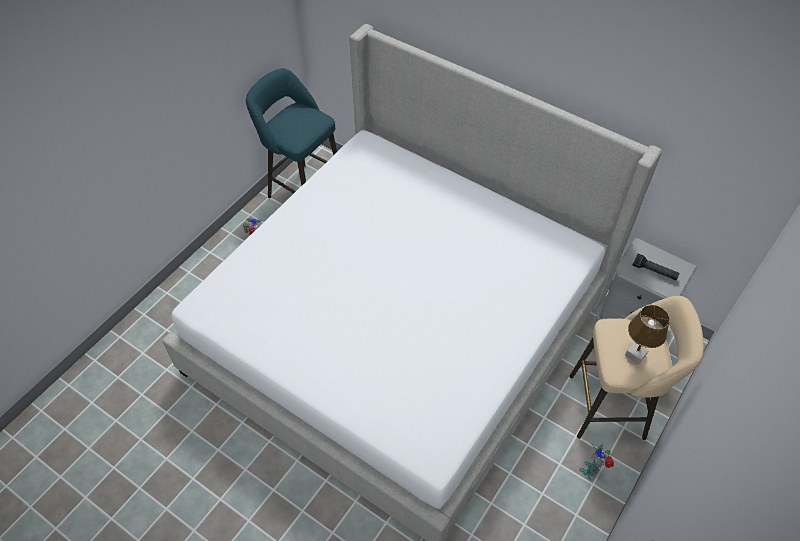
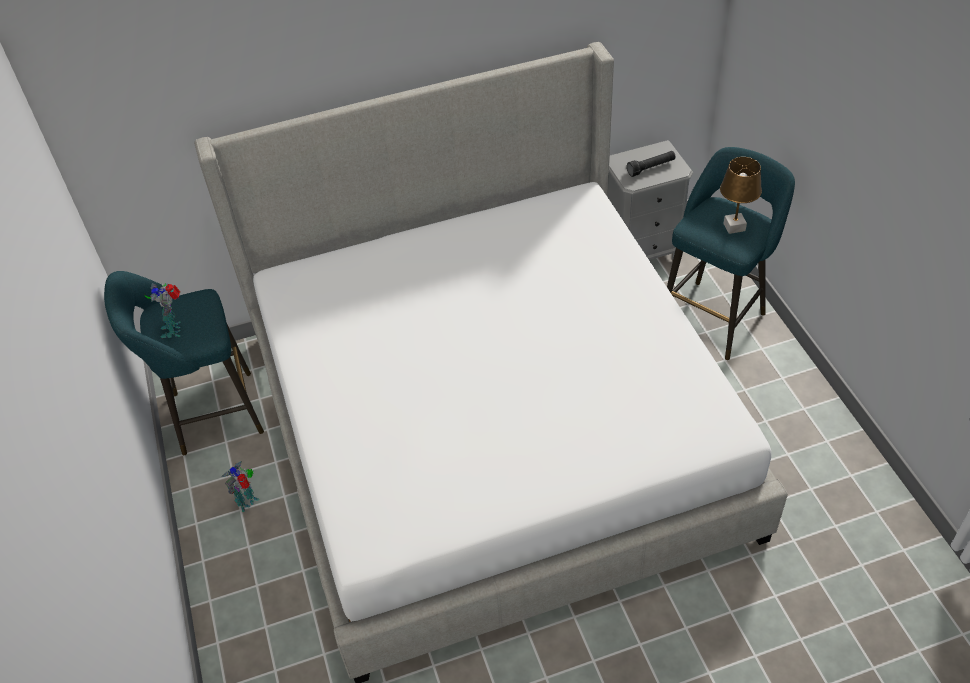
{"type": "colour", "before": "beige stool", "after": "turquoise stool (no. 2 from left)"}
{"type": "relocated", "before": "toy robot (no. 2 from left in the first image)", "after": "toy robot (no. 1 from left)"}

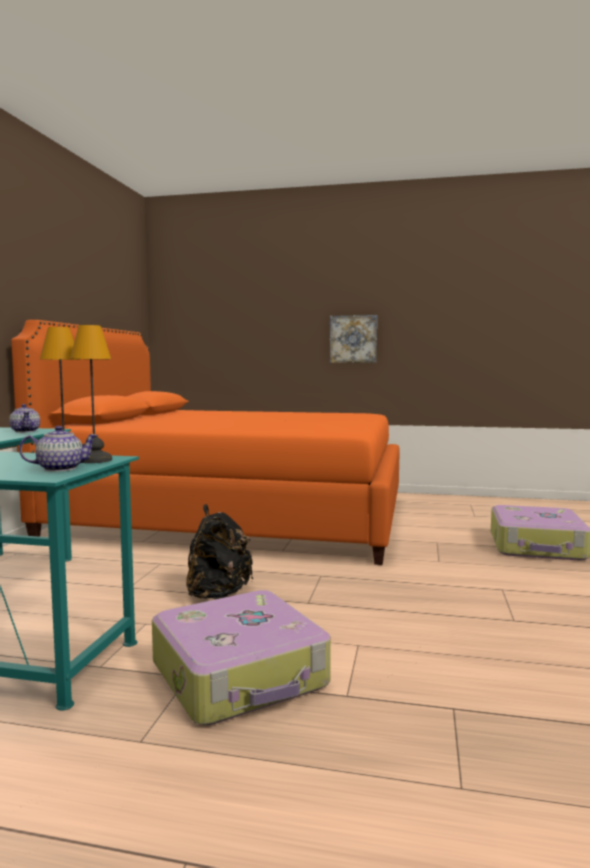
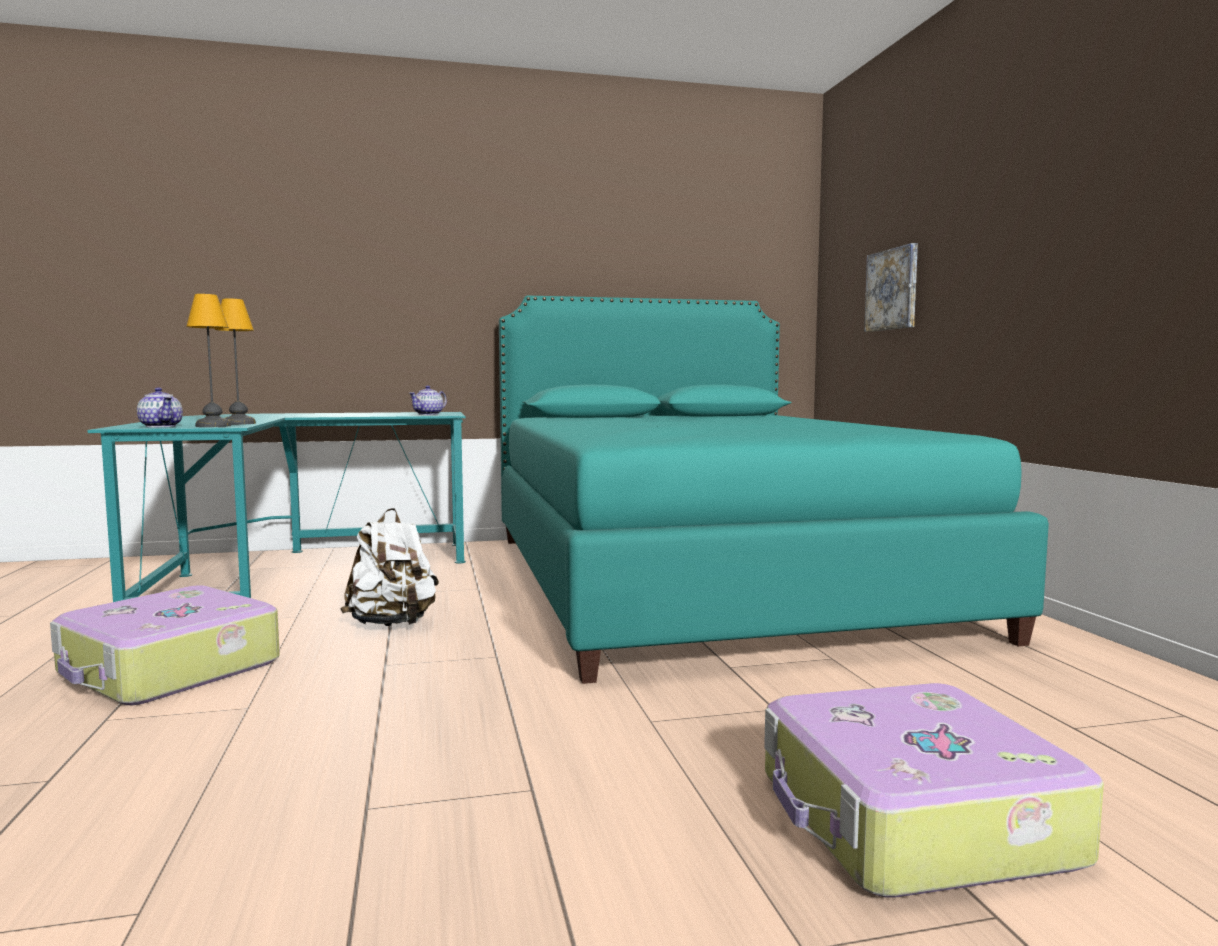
{"type": "relocated", "before": "picture"}
{"type": "colour", "before": "orange bed", "after": "turquoise bed"}
{"type": "colour", "before": "black backpack", "after": "white backpack"}

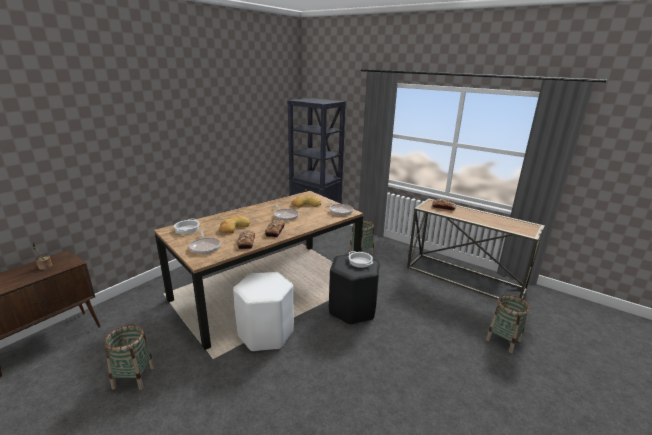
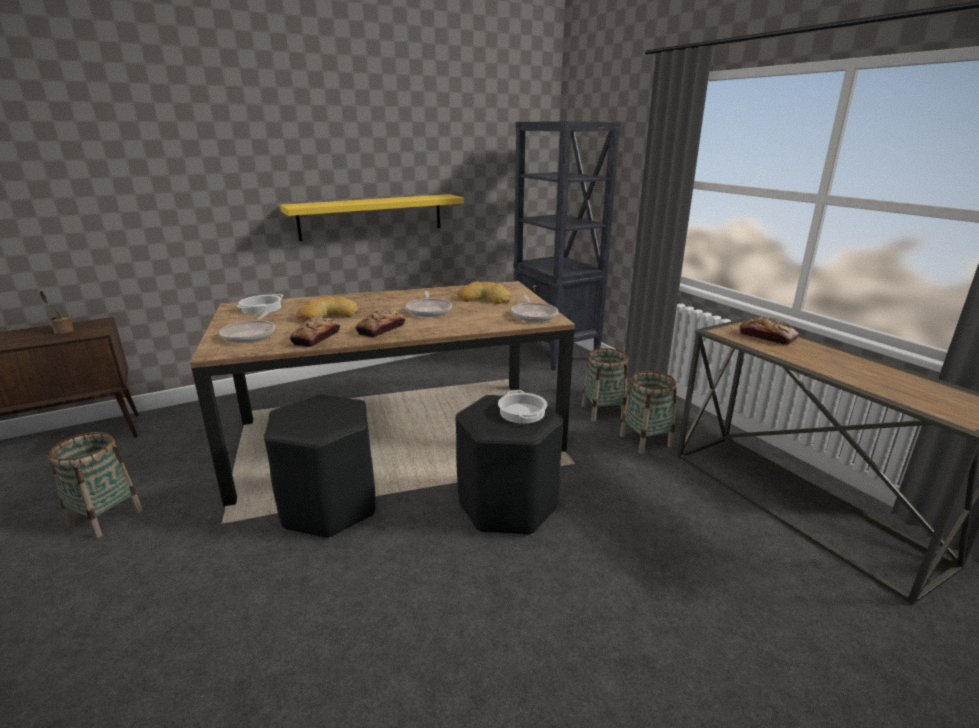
{"type": "colour", "before": "white stool", "after": "black stool (no. 1 from left)"}
{"type": "relocated", "before": "basket (no. 3 from left)"}
{"type": "appeared", "after": "yellow shelf"}

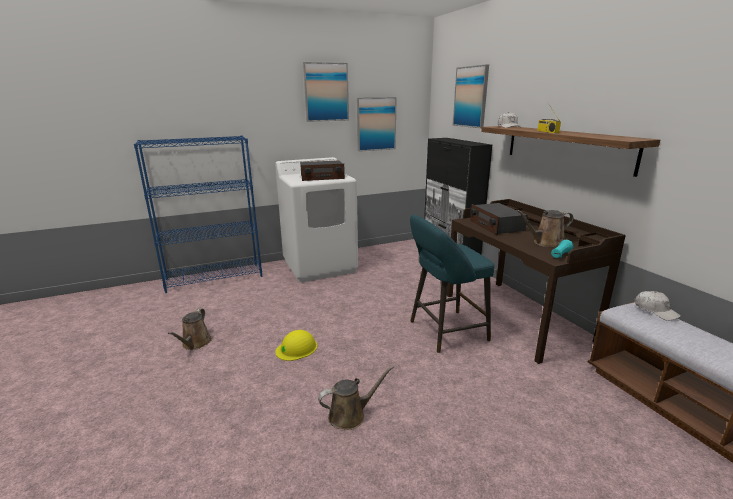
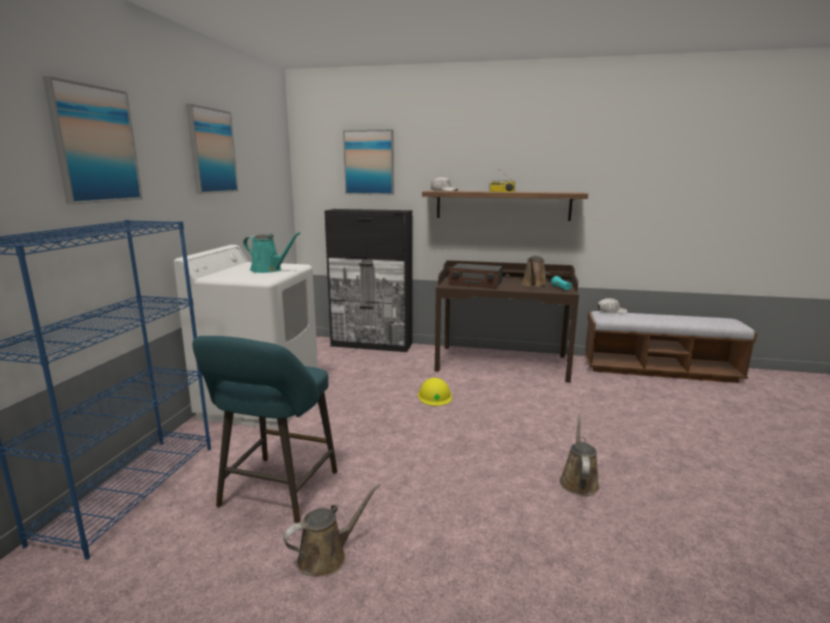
{"type": "relocated", "before": "picture (no. 2 from left in the first image)", "after": "picture (no. 1 from left)"}
{"type": "exchanged", "before": "radio (no. 1 from left)", "after": "turquoise watering can"}
{"type": "relocated", "before": "turquoise stool"}
{"type": "spun", "before": "brown watering can (no. 1 from left)", "turn": -75}
{"type": "relocated", "before": "yellow hard hat"}

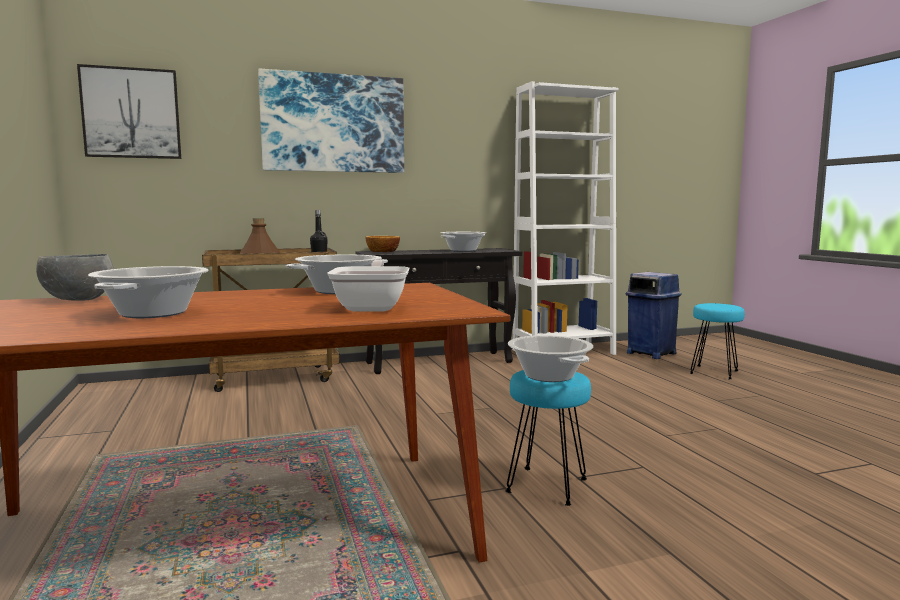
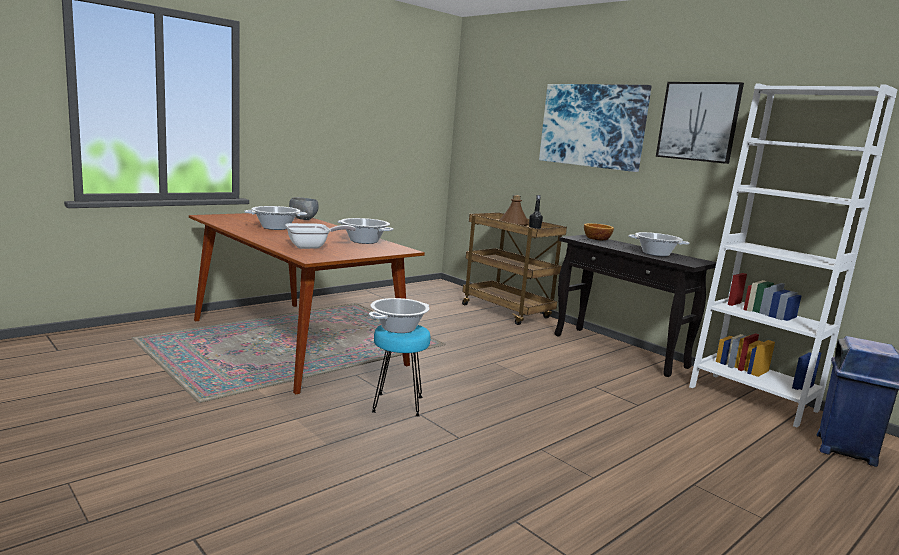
{"type": "relocated", "before": "picture (no. 1 from left in the first image)", "after": "picture (no. 2 from left)"}
{"type": "missing", "before": "turquoise stool (no. 2 from left)"}

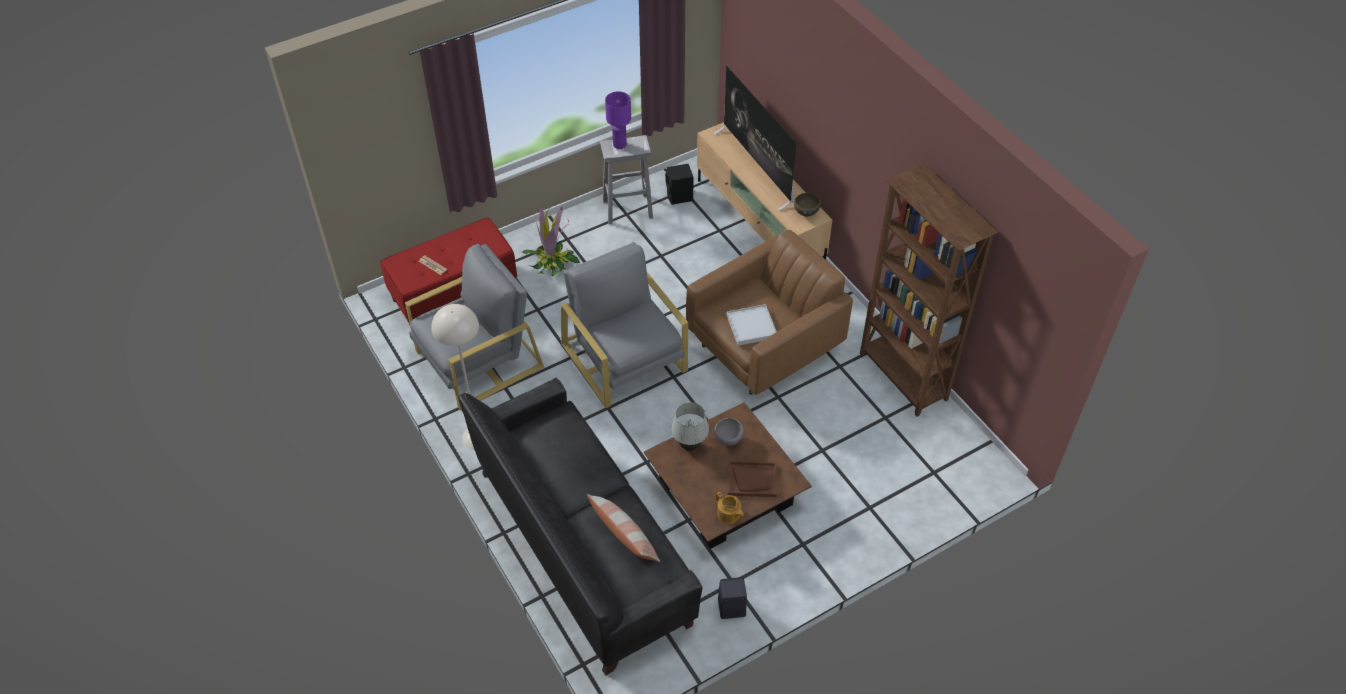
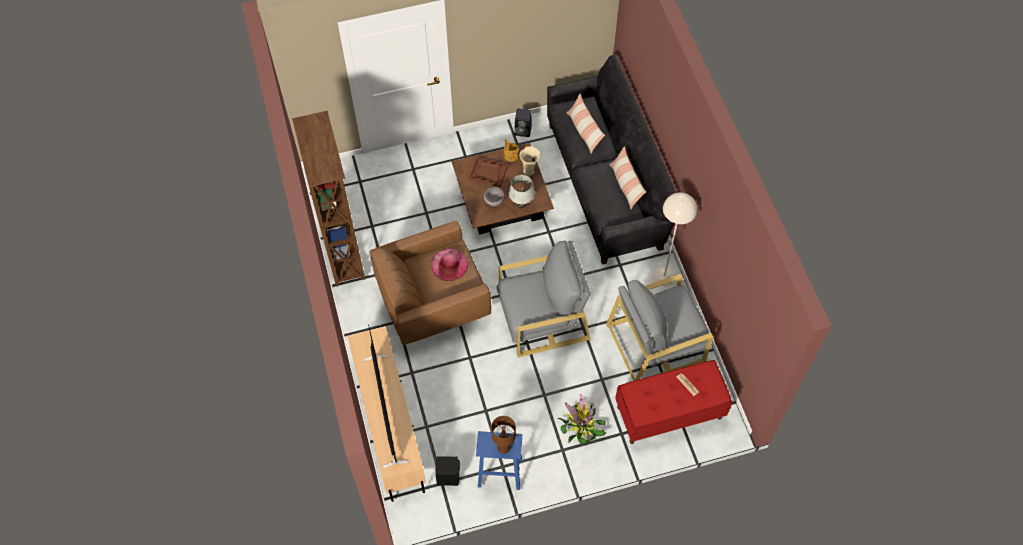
{"type": "colour", "before": "purple table lamp", "after": "brown table lamp"}
{"type": "colour", "before": "white stool", "after": "blue stool"}
{"type": "missing", "before": "brown bowl"}
{"type": "spun", "before": "grey armchair (no. 2 from left in the first image)", "turn": -90}
{"type": "exchanged", "before": "white tray", "after": "pink hat"}
{"type": "appeared", "after": "beige vase"}
{"type": "appeared", "after": "pillow (no. 2 from left)"}

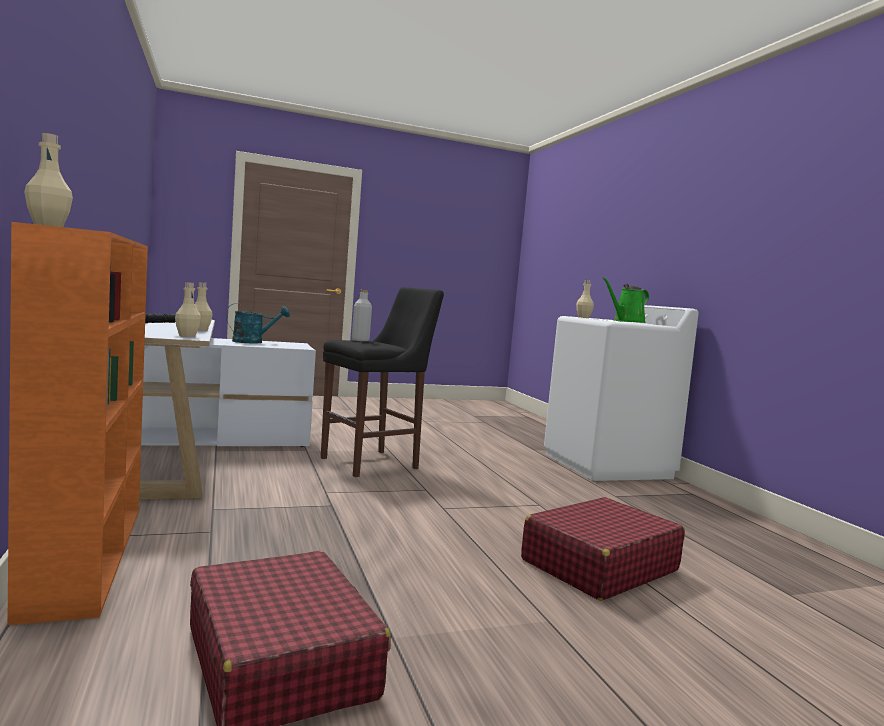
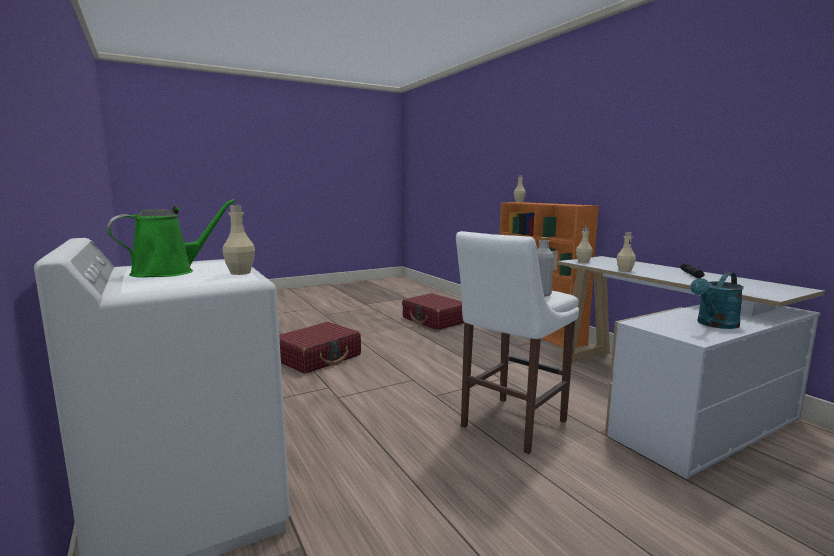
{"type": "colour", "before": "black stool", "after": "white stool"}

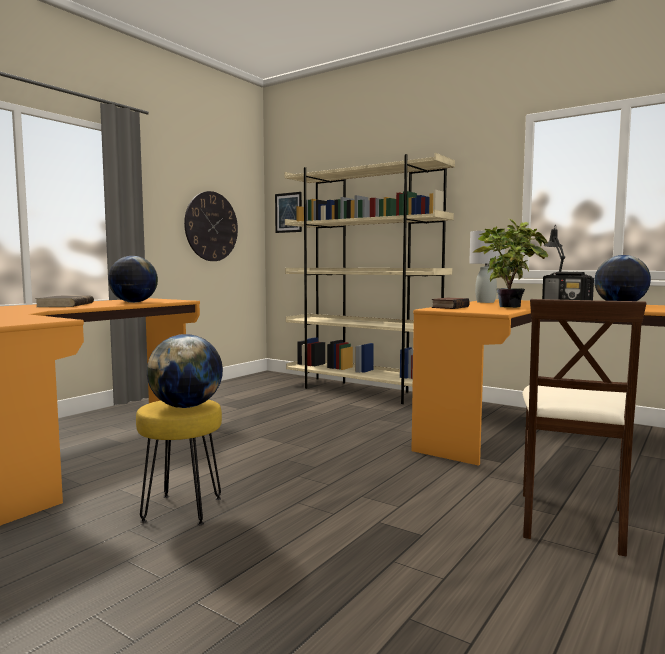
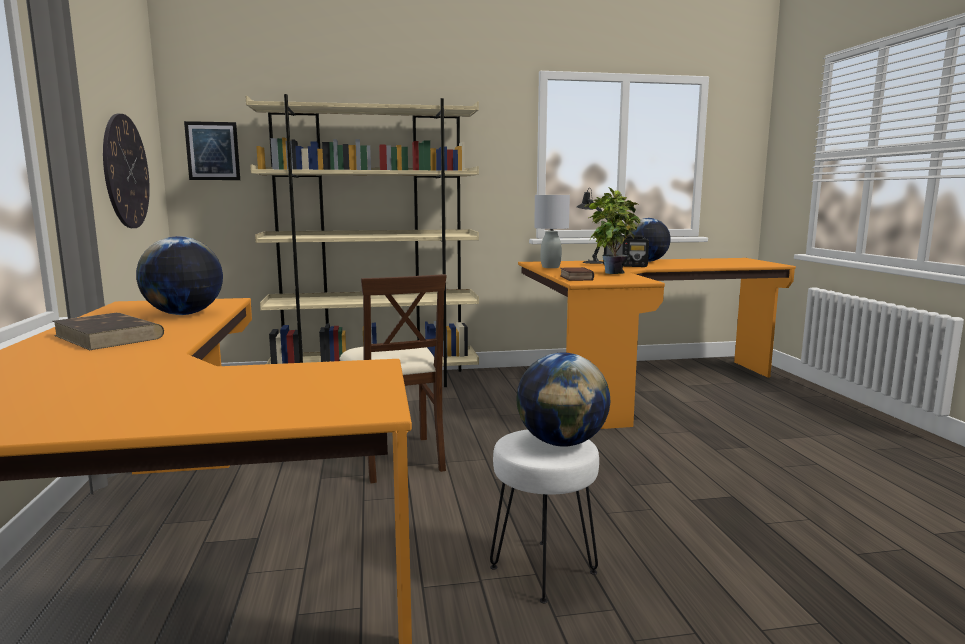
{"type": "relocated", "before": "beige chair"}
{"type": "colour", "before": "yellow stool", "after": "white stool"}

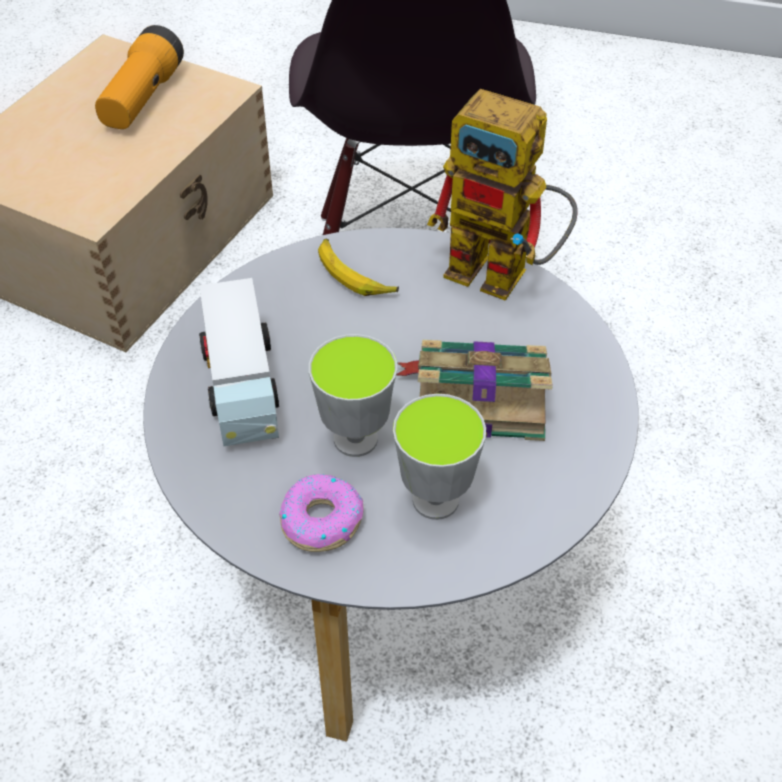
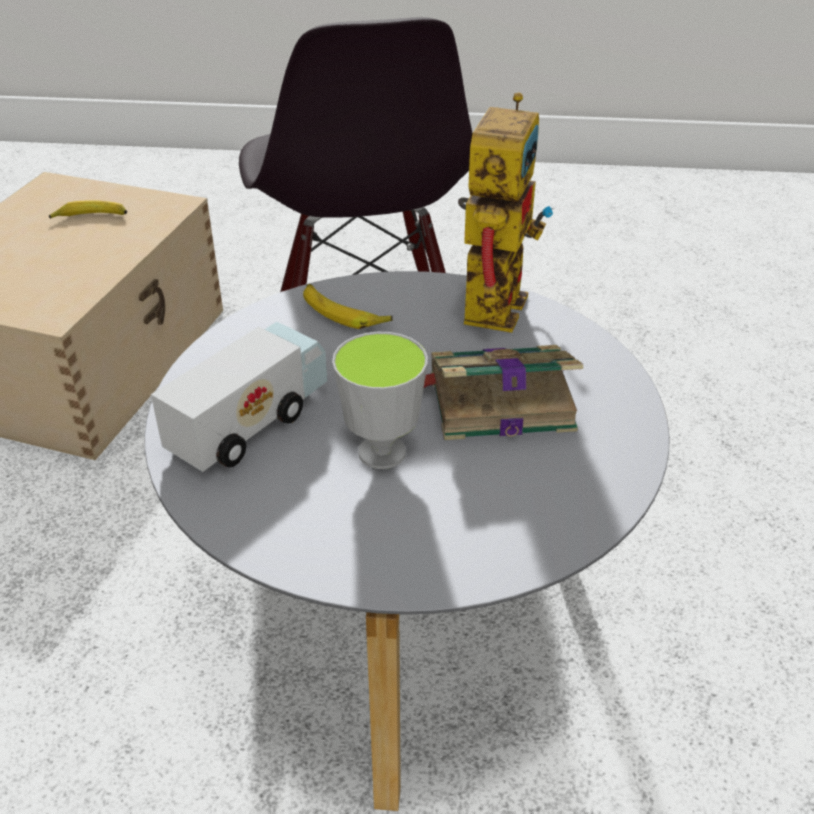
{"type": "exchanged", "before": "flashlight", "after": "banana (no. 1 from left)"}
{"type": "spun", "before": "toy robot", "turn": -90}
{"type": "spun", "before": "toy truck", "turn": -120}
{"type": "missing", "before": "cup (no. 2 from left)"}
{"type": "missing", "before": "donut"}

